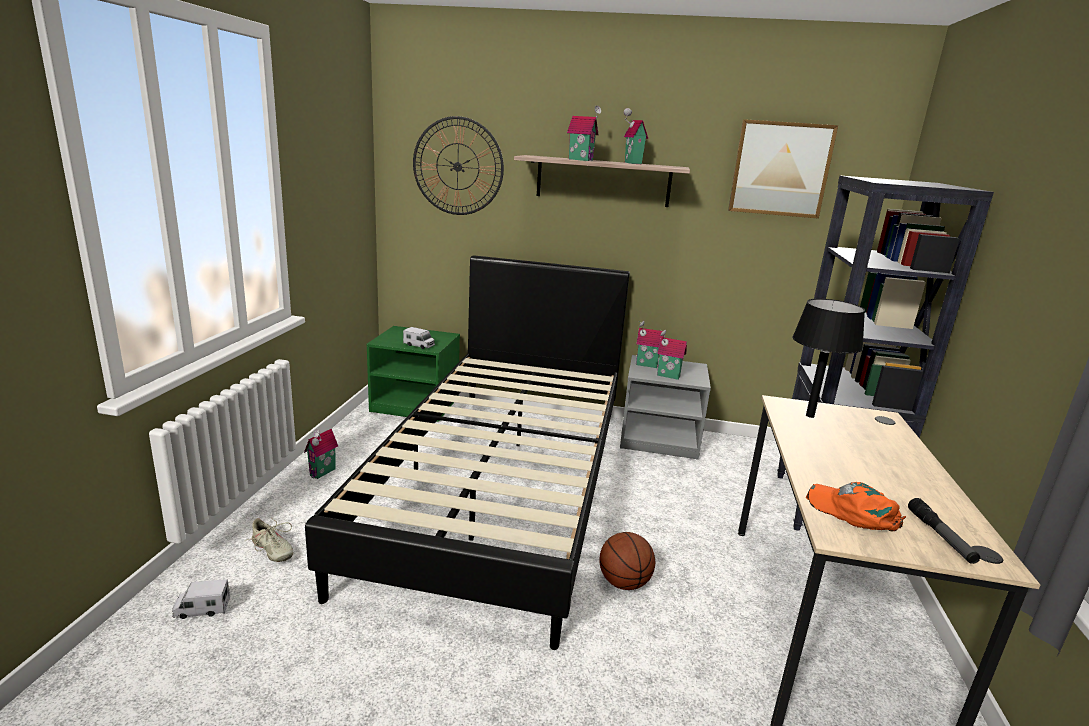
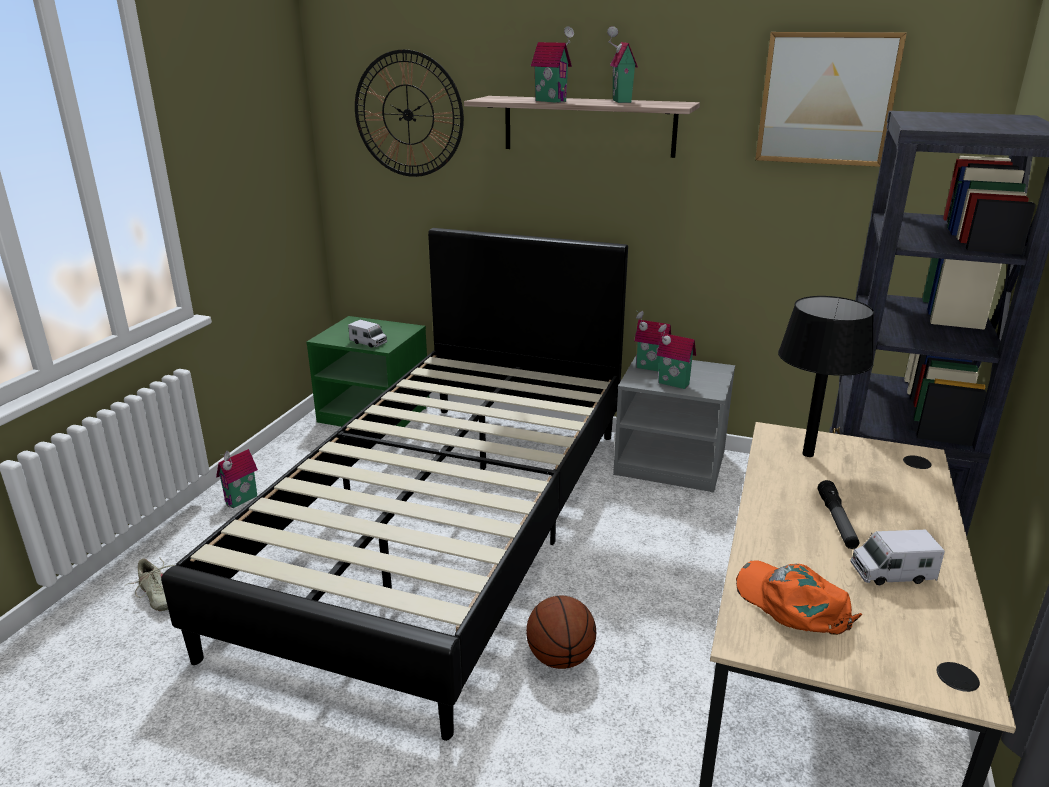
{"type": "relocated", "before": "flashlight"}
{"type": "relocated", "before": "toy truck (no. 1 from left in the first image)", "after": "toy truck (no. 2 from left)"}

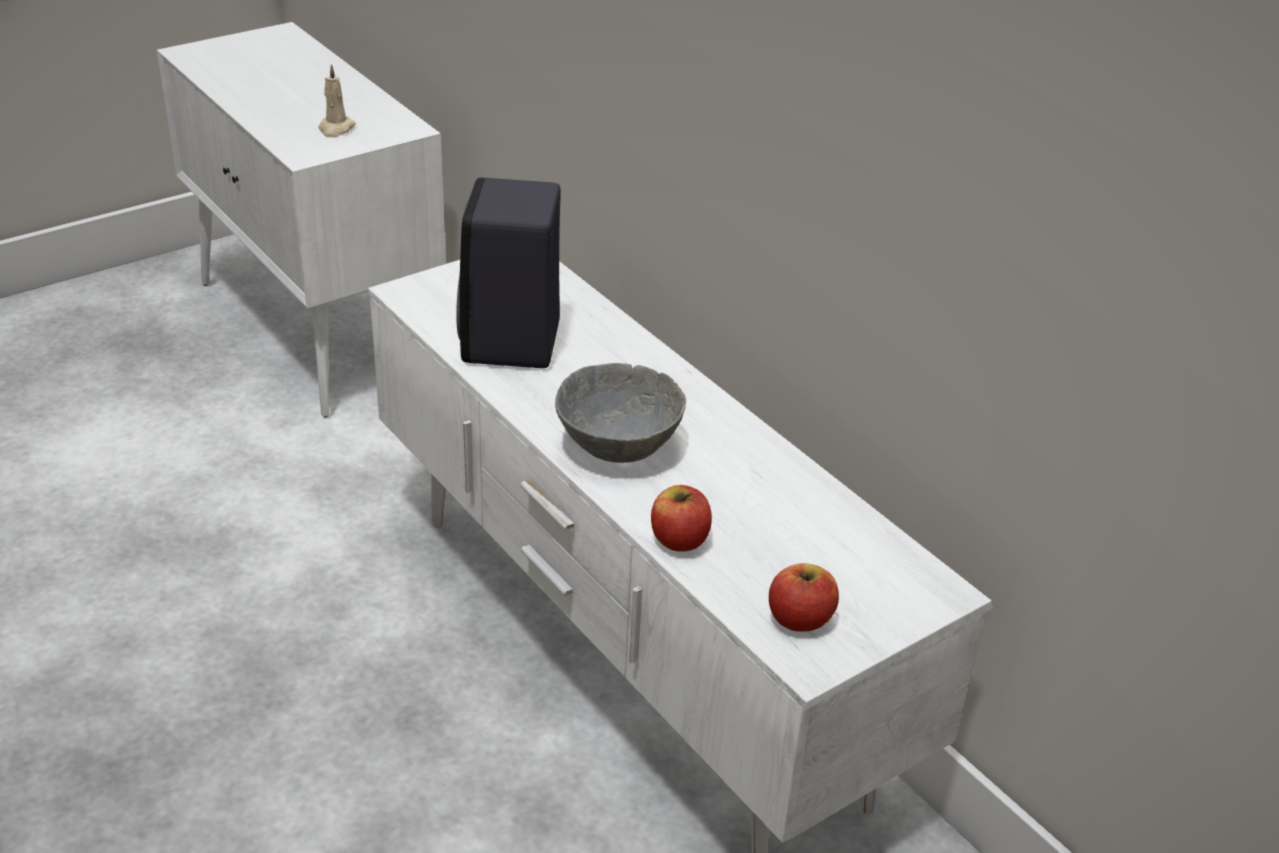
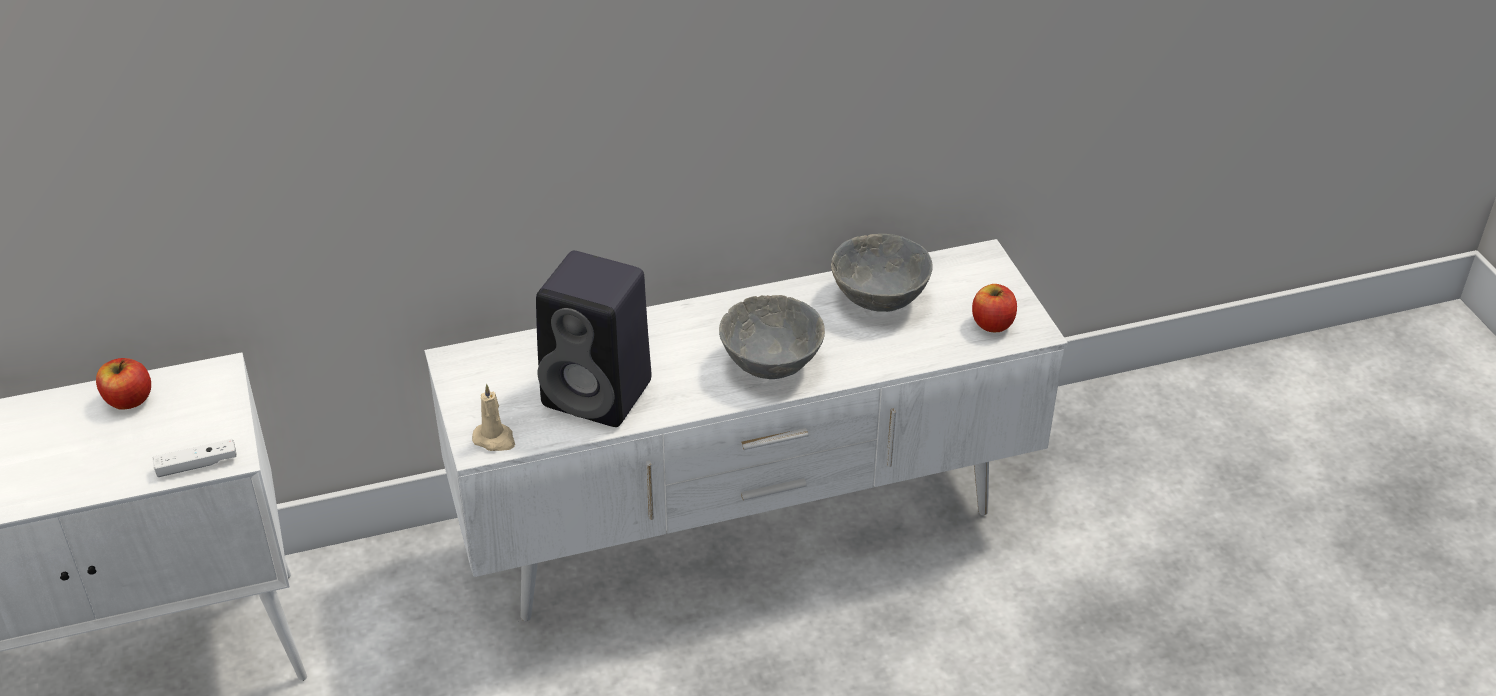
{"type": "relocated", "before": "beige candle"}
{"type": "relocated", "before": "apple (no. 1 from left)"}
{"type": "appeared", "after": "grey bowl (no. 2 from left)"}
{"type": "appeared", "after": "white game controller"}

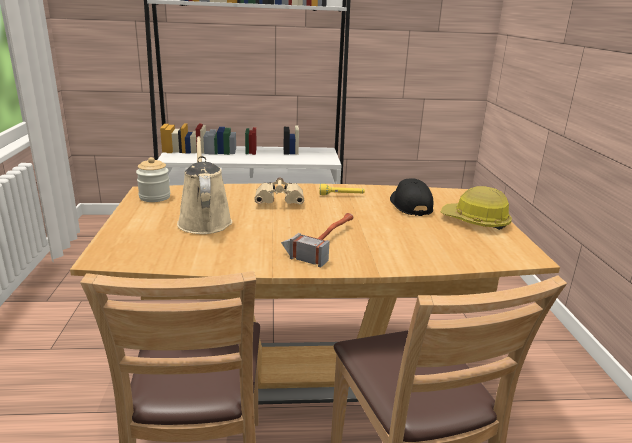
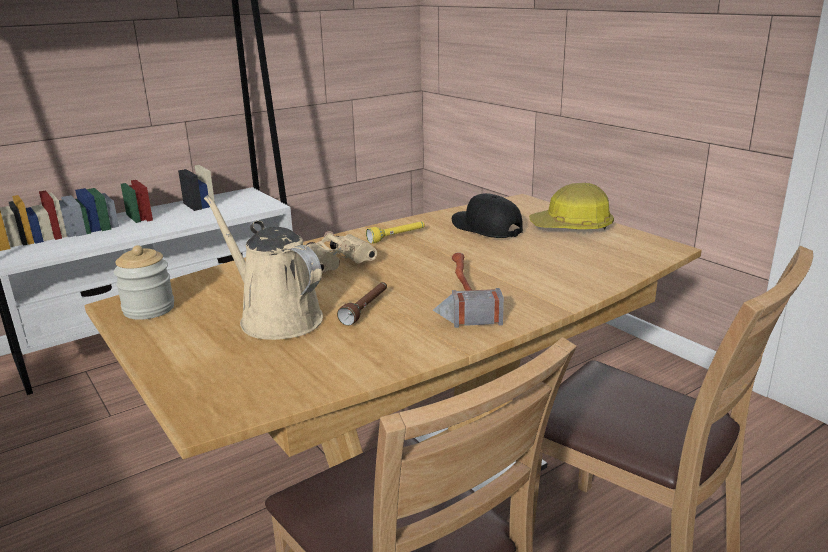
{"type": "appeared", "after": "brown flashlight"}

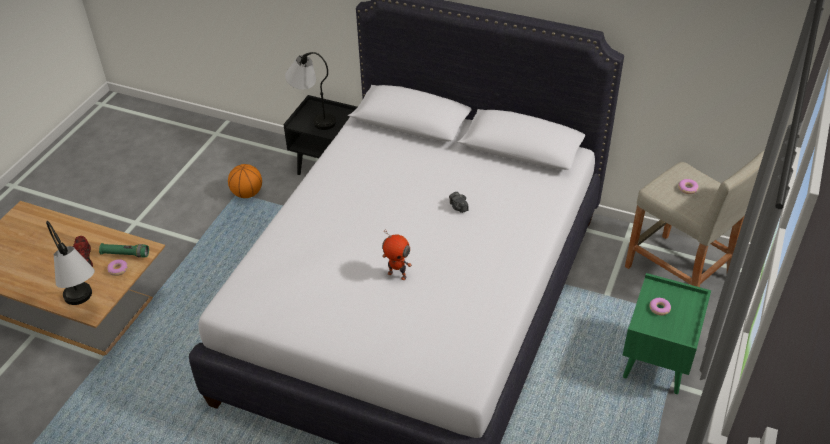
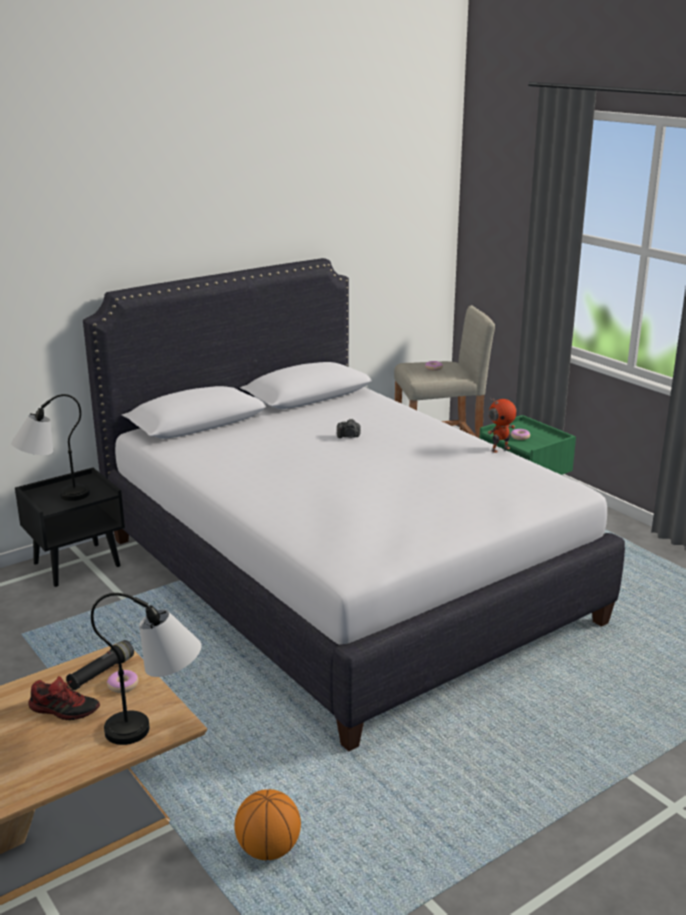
{"type": "relocated", "before": "basketball"}
{"type": "relocated", "before": "toy robot"}
{"type": "colour", "before": "green flashlight", "after": "black flashlight"}

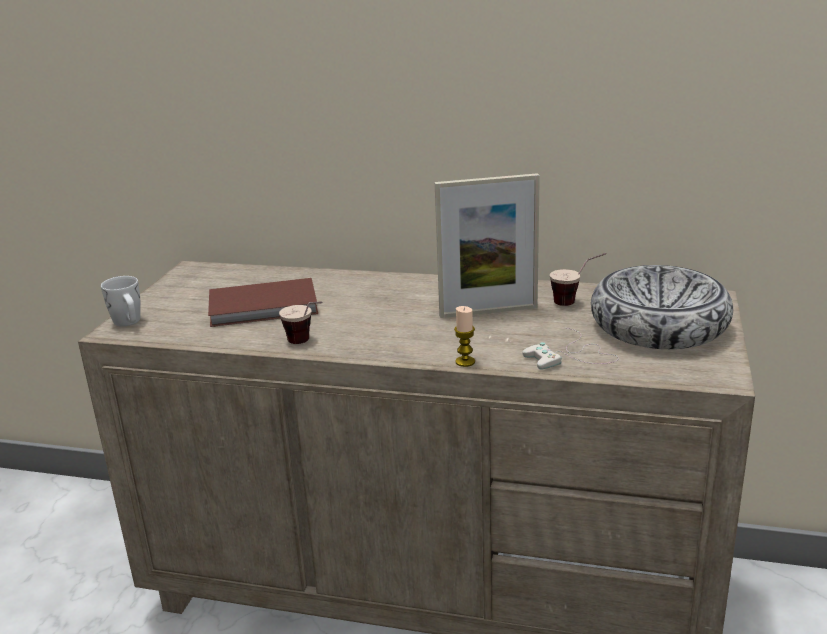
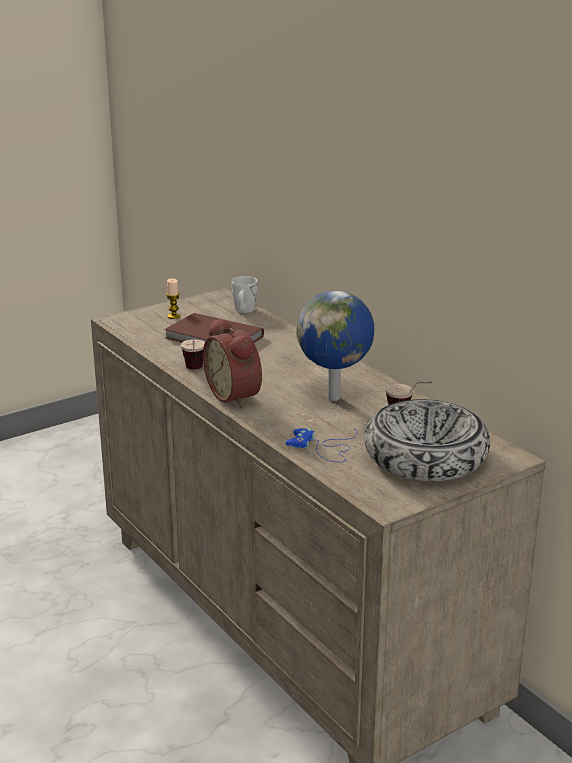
{"type": "exchanged", "before": "picture frame", "after": "globe"}
{"type": "relocated", "before": "white mug"}
{"type": "relocated", "before": "candle"}
{"type": "colour", "before": "white game controller", "after": "blue game controller"}
{"type": "appeared", "after": "alarm clock"}

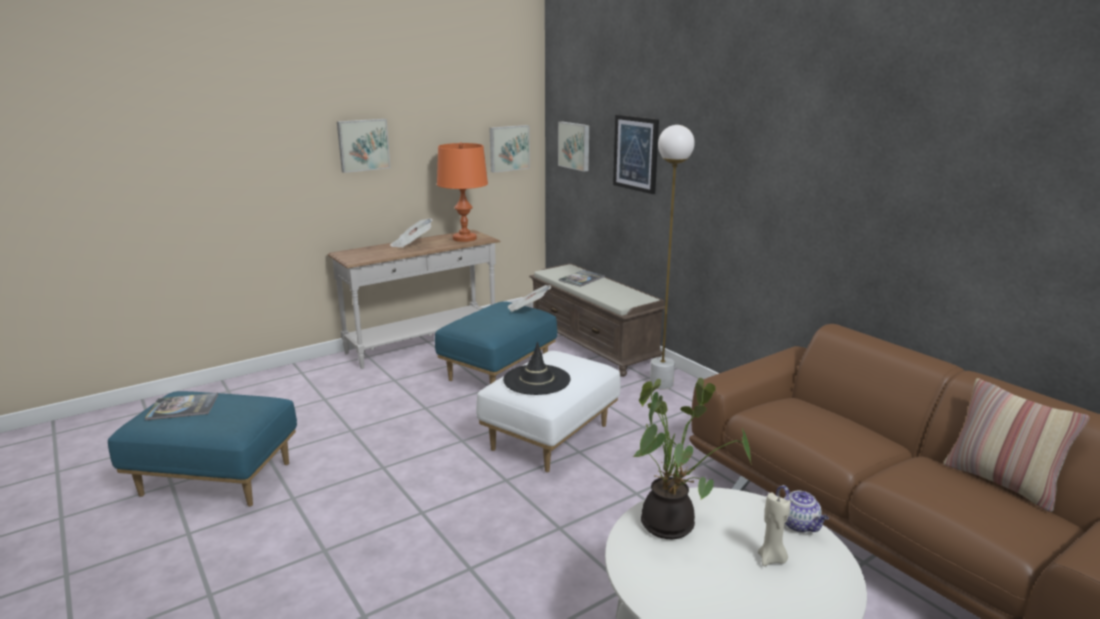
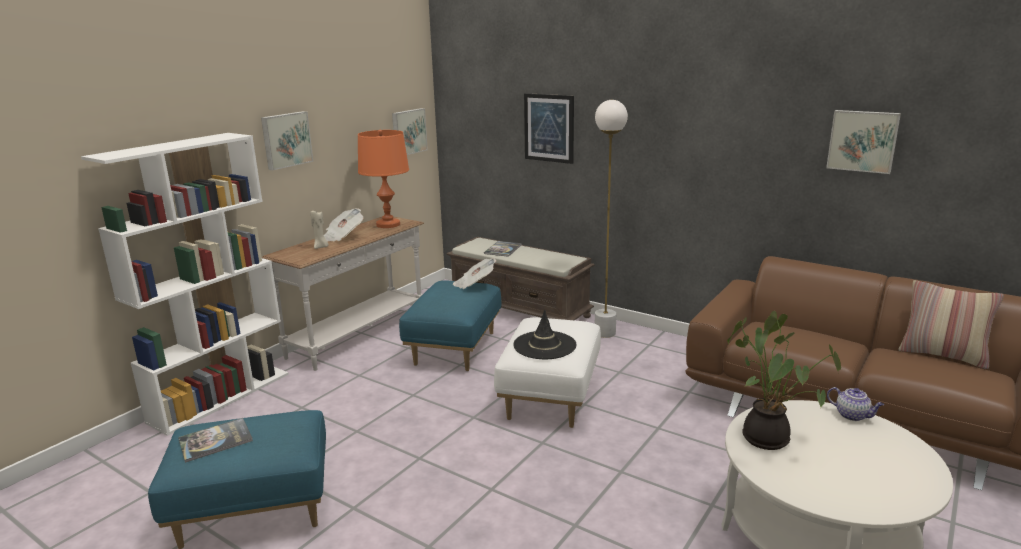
{"type": "relocated", "before": "picture (no. 3 from left in the first image)", "after": "picture (no. 4 from left)"}
{"type": "relocated", "before": "beige candle"}
{"type": "appeared", "after": "white bookcase"}

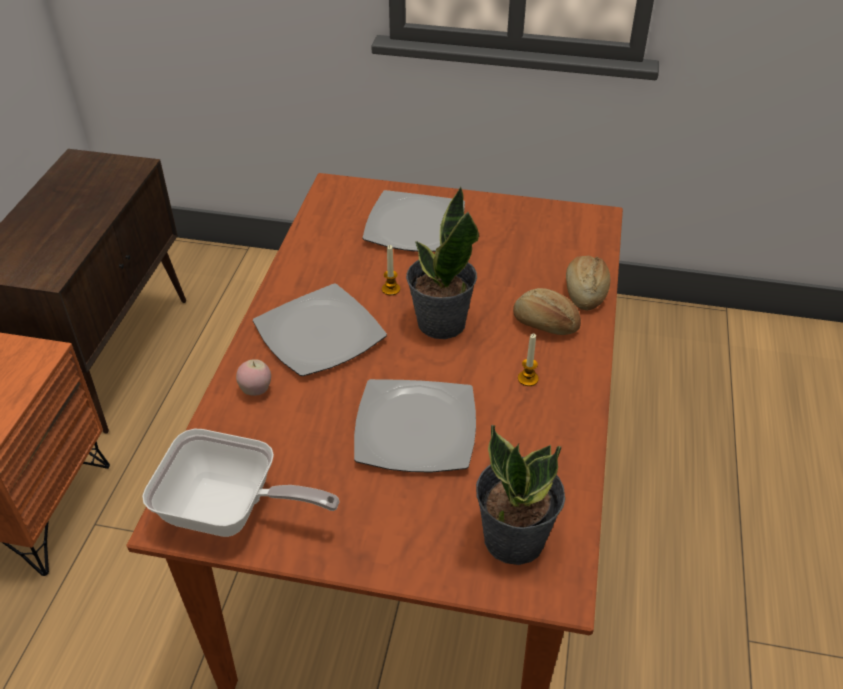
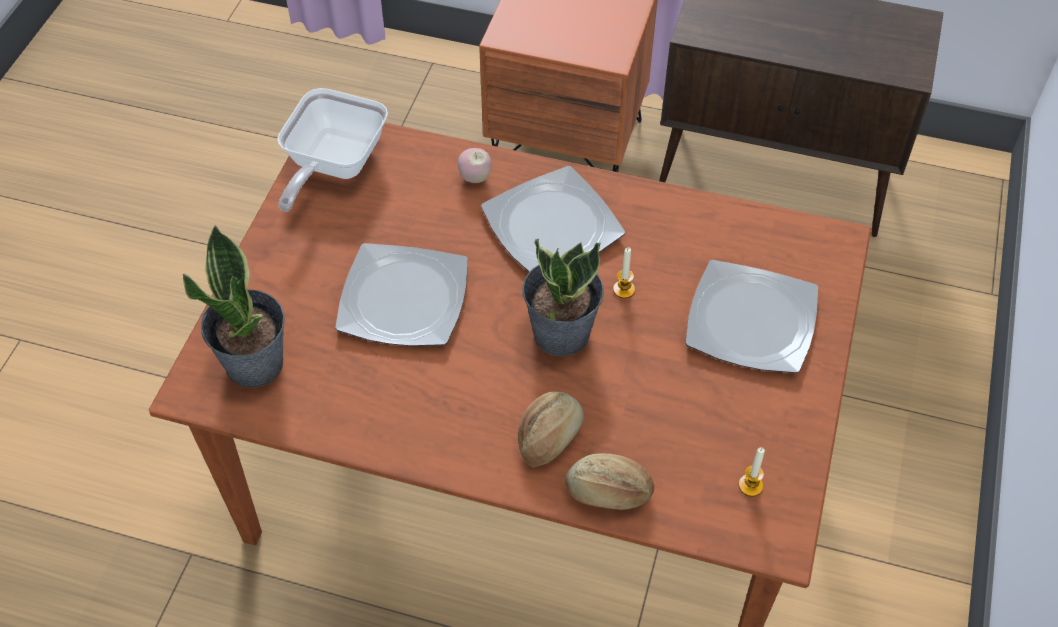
{"type": "relocated", "before": "candle (no. 2 from left)"}

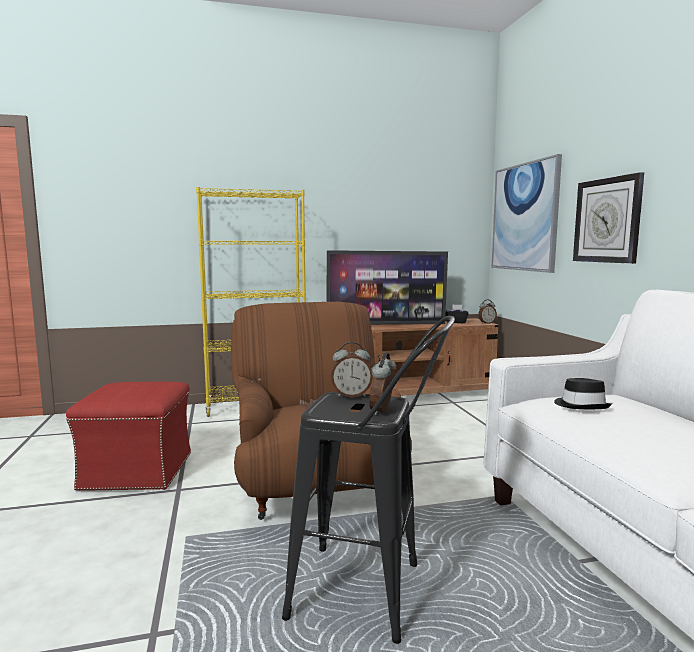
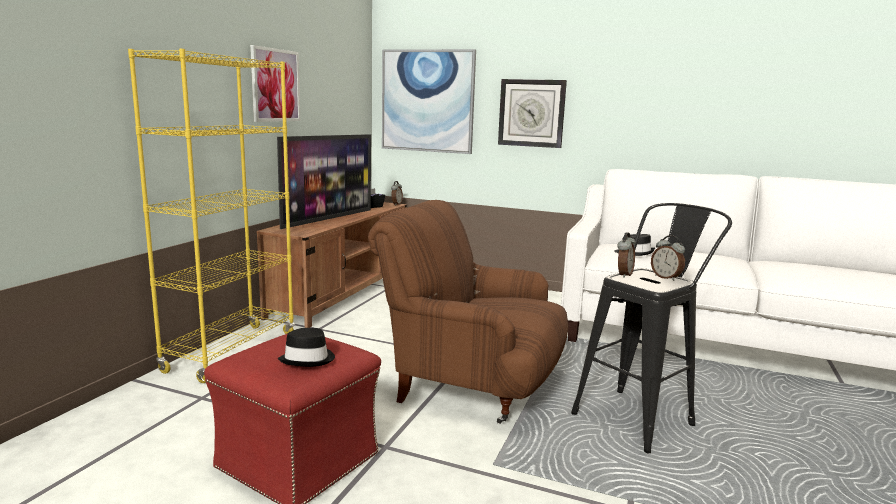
{"type": "appeared", "after": "picture (no. 1 from left)"}
{"type": "appeared", "after": "black hat (no. 1 from left)"}

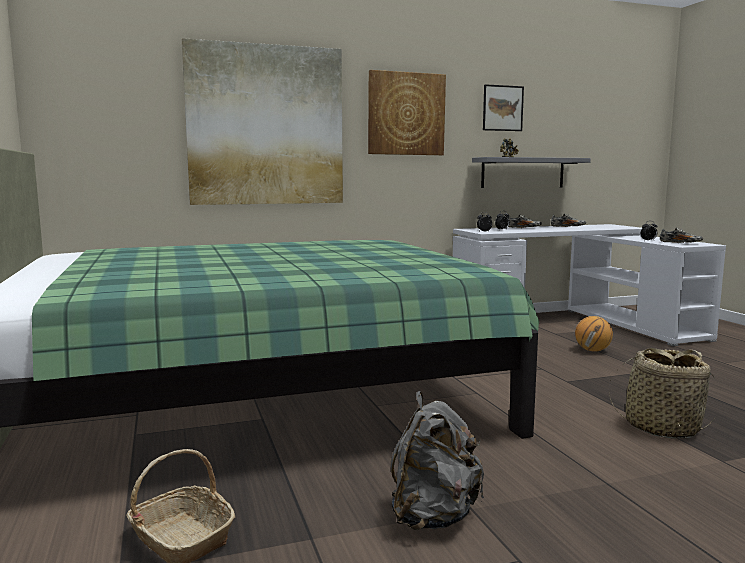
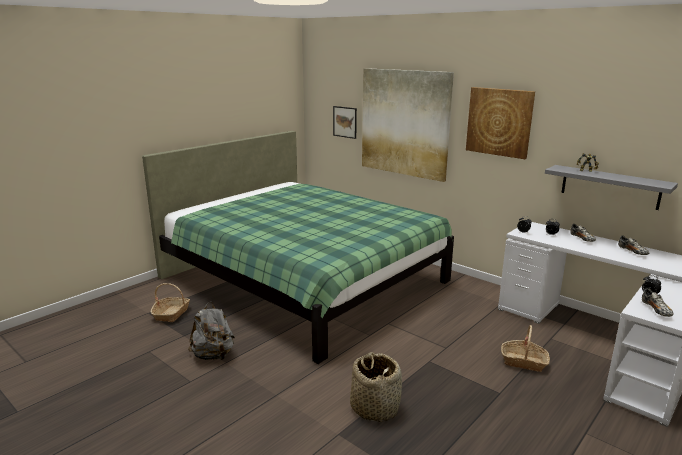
{"type": "relocated", "before": "picture (no. 3 from left in the first image)", "after": "picture (no. 1 from left)"}
{"type": "exchanged", "before": "basketball", "after": "basket (no. 3 from left)"}

